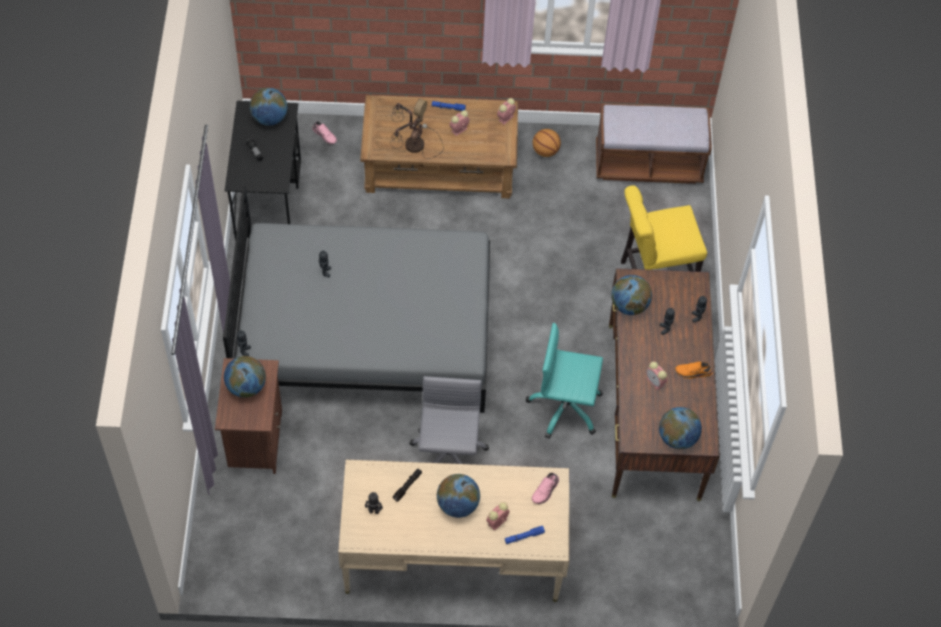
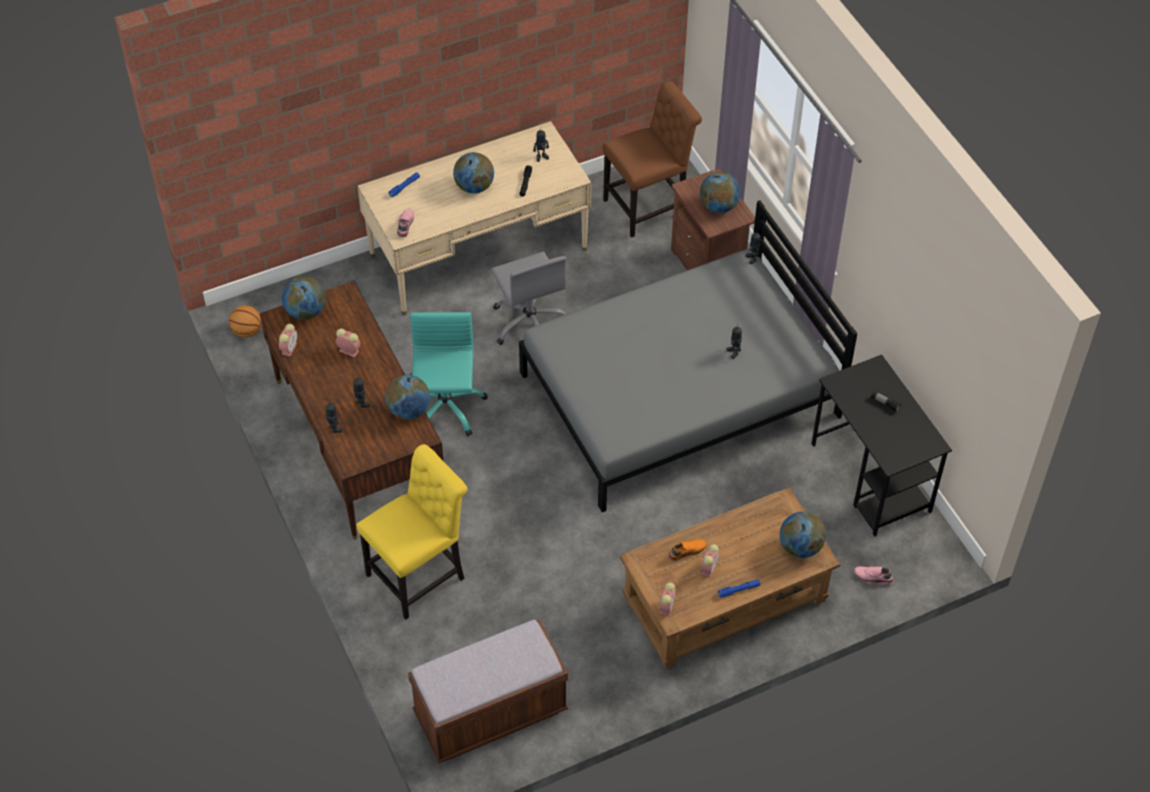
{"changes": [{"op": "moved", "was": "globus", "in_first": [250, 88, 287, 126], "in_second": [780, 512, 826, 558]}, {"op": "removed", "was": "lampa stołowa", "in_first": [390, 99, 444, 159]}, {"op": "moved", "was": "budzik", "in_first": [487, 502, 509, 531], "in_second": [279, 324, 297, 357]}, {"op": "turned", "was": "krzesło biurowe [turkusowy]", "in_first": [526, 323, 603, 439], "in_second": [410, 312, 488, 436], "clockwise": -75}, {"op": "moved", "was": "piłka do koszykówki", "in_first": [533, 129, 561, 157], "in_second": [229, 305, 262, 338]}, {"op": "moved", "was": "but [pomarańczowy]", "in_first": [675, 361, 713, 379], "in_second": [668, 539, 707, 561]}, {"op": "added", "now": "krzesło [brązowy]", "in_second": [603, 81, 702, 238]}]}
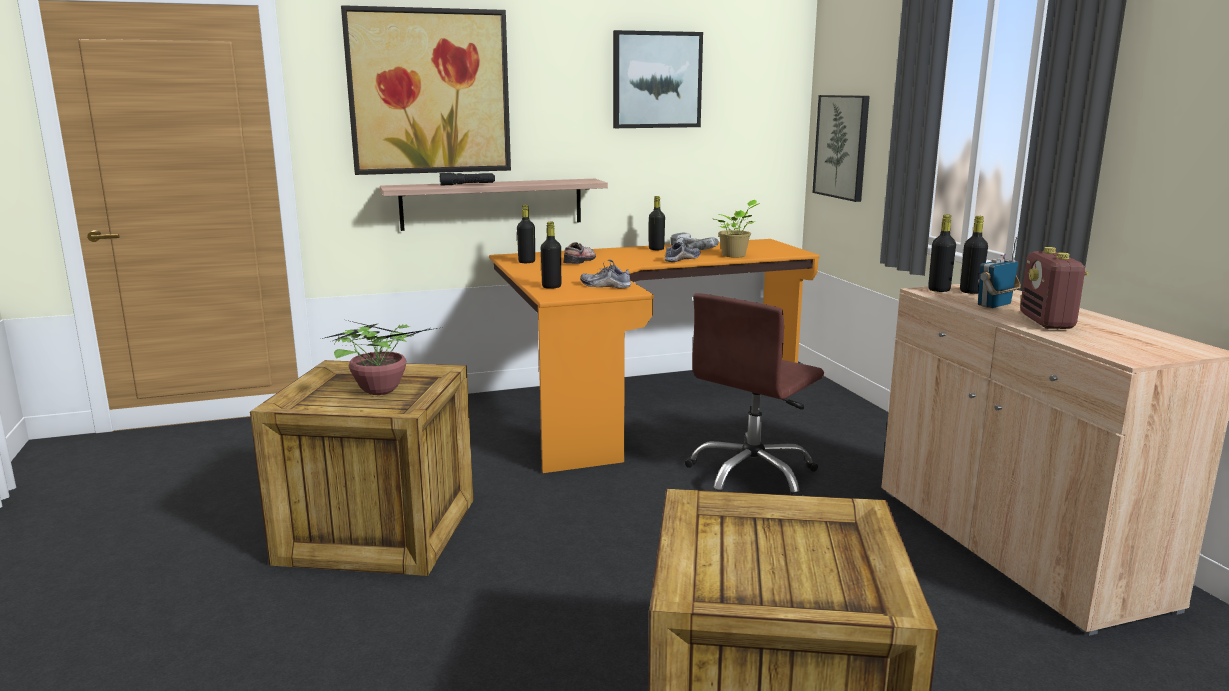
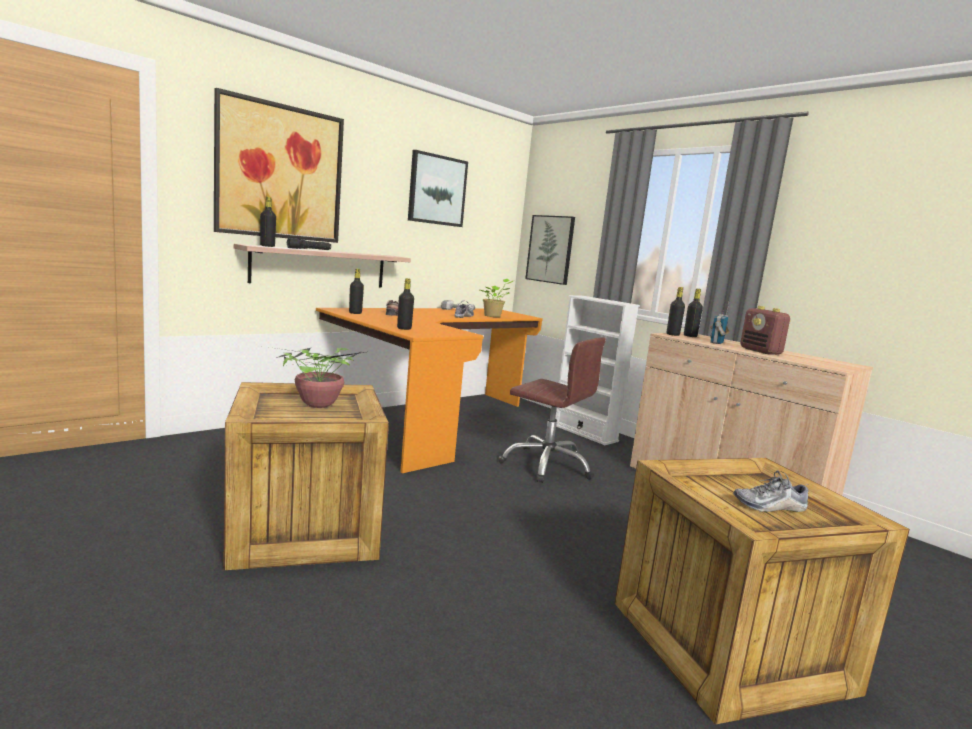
{"changes": [{"op": "moved", "was": "but", "in_first": [580, 259, 631, 288], "in_second": [733, 470, 808, 512]}, {"op": "moved", "was": "butelka [czarny]", "in_first": [649, 196, 665, 250], "in_second": [260, 197, 276, 247]}, {"op": "turned", "was": "krzesło biurowe [brązowy]", "in_first": [685, 293, 824, 496], "in_second": [498, 337, 606, 483], "clockwise": -75}, {"op": "added", "now": "regał [biały]", "in_second": [555, 295, 640, 445]}]}
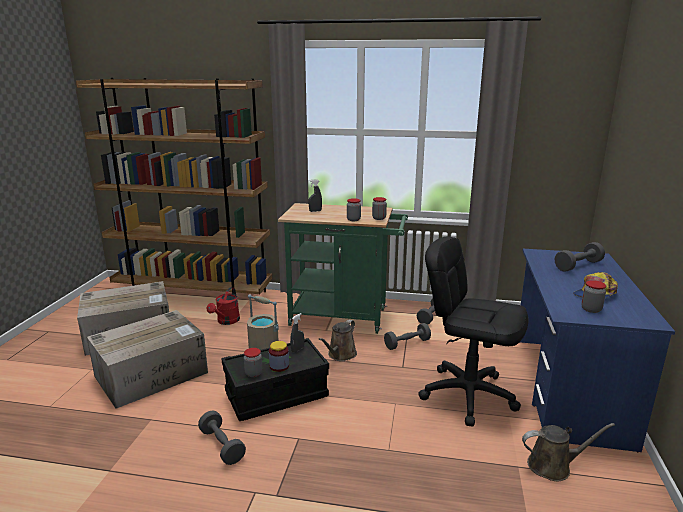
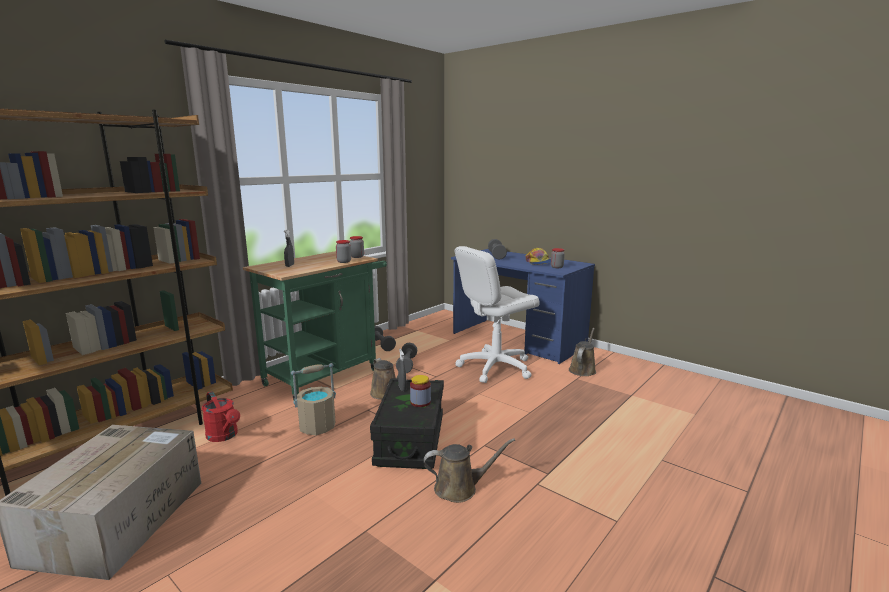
{"changes": [{"op": "removed", "was": "karton", "in_first": [87, 310, 208, 408]}, {"op": "replaced", "was": "hantel [szary]", "now": "konewka [brązowy]", "in_first": [198, 410, 246, 465], "in_second": [424, 438, 515, 503]}, {"op": "removed", "was": "słoik", "in_first": [244, 348, 262, 377]}, {"op": "recoloured", "was": "krzesło biurowe [czarny]", "now": "krzesło biurowe [biały]", "in_first": [418, 237, 529, 426], "in_second": [455, 246, 540, 383]}]}
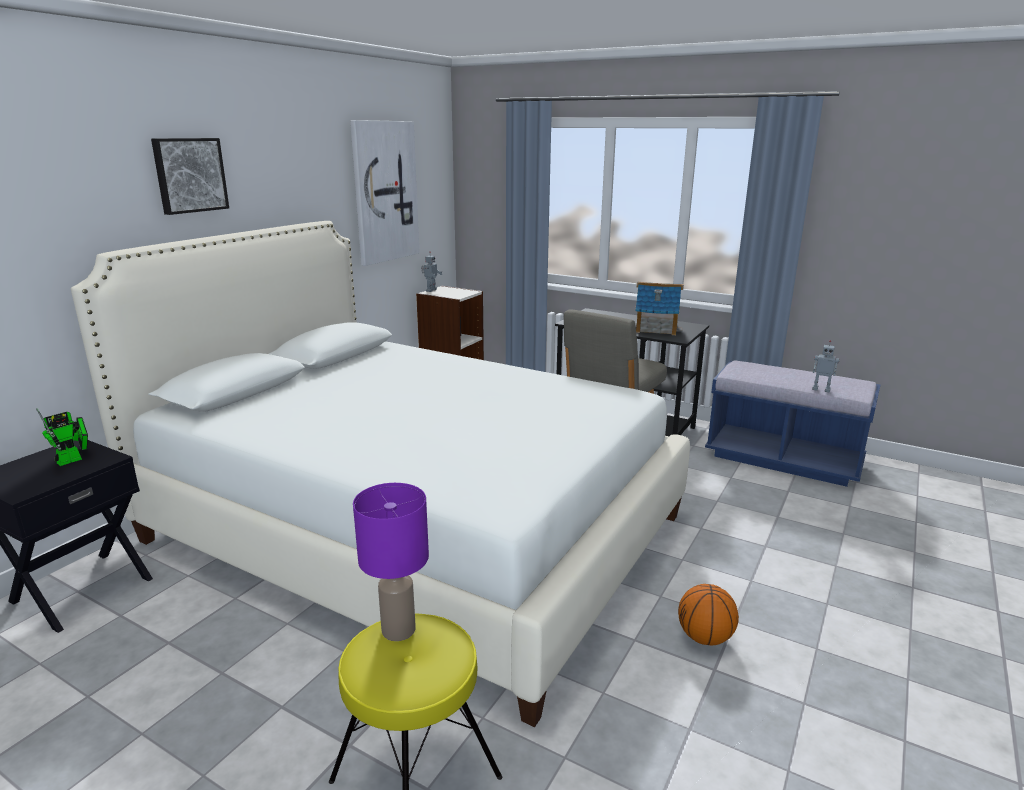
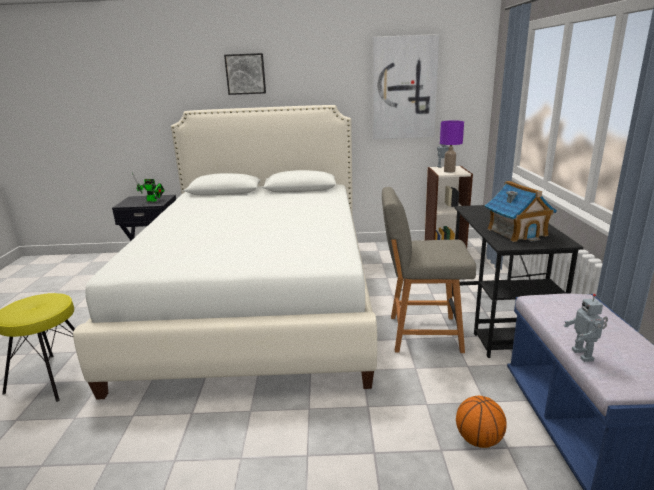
{"changes": [{"op": "moved", "was": "lampa stołowa [fioletowy]", "in_first": [353, 483, 429, 641], "in_second": [440, 120, 464, 173]}, {"op": "moved", "was": "piłka do koszykówki", "in_first": [678, 584, 739, 646], "in_second": [456, 396, 507, 448]}]}
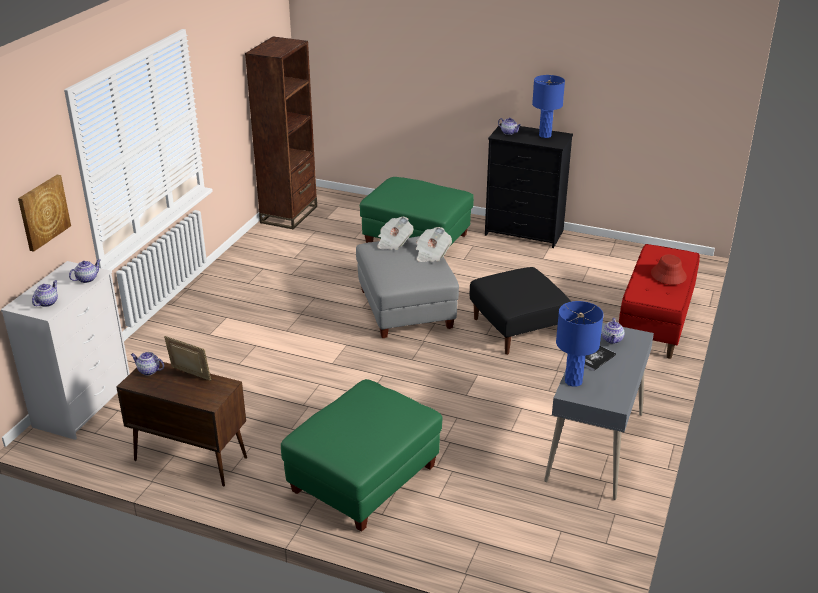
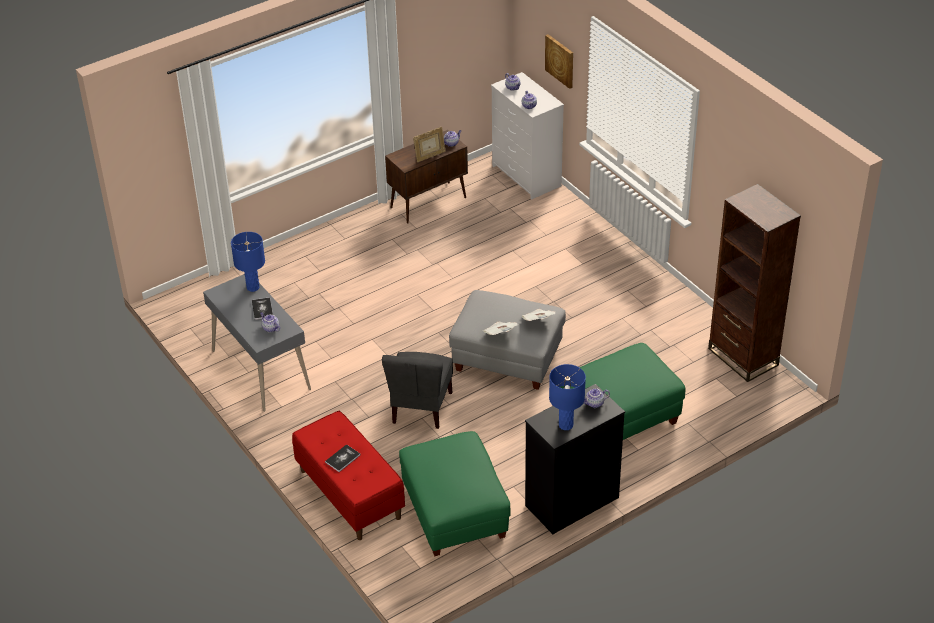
{"changes": [{"op": "moved", "was": "pufa [zielony]", "in_first": [281, 379, 443, 532], "in_second": [399, 431, 511, 556]}, {"op": "replaced", "was": "pufa [czarny]", "now": "krzesło [szary]", "in_first": [470, 267, 571, 355], "in_second": [382, 352, 453, 429]}, {"op": "replaced", "was": "kapelusz [czerwony]", "now": "książka", "in_first": [651, 254, 687, 285], "in_second": [325, 444, 360, 472]}]}
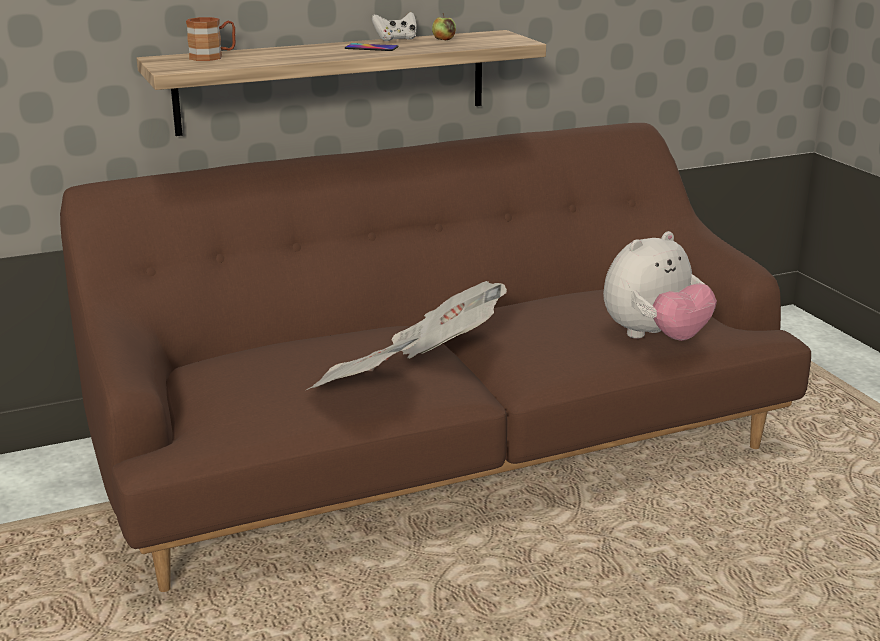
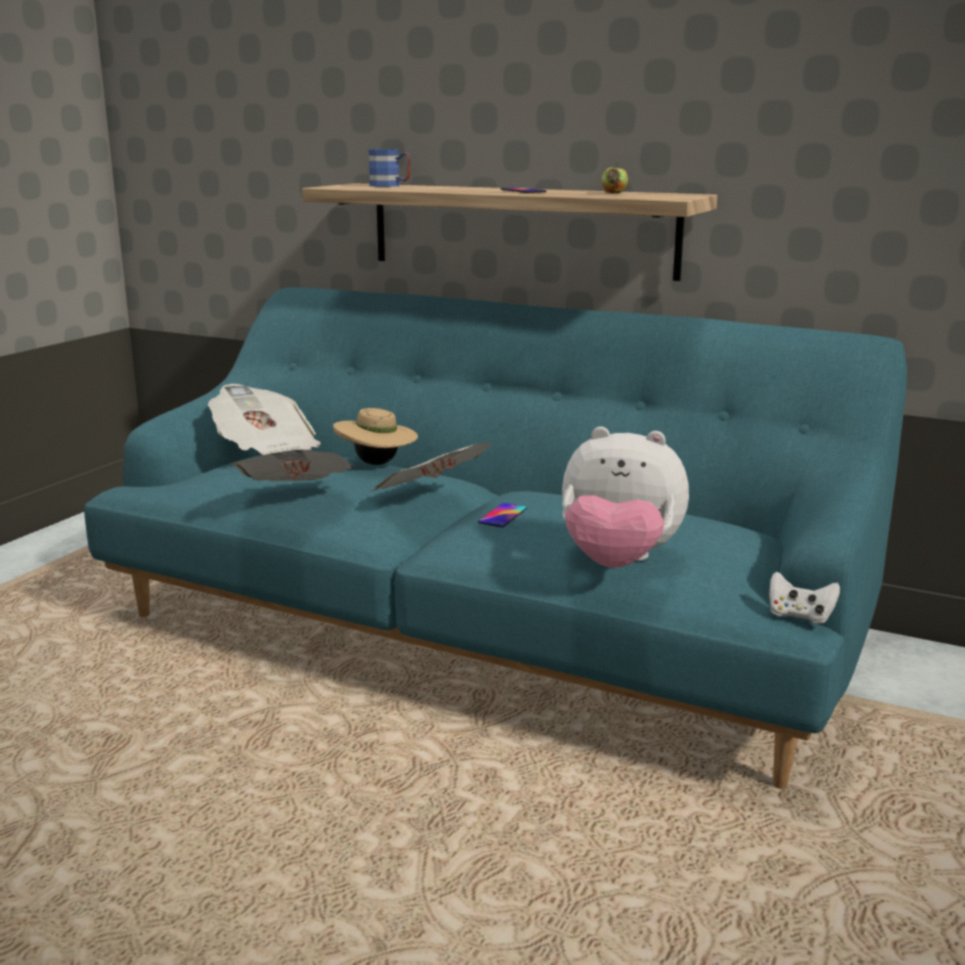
{"changes": [{"op": "recoloured", "was": "kanapa [brązowy]", "now": "kanapa [turkusowy]", "in_first": [60, 123, 811, 592], "in_second": [84, 287, 907, 789]}, {"op": "recoloured", "was": "kubek [brązowy]", "now": "kubek [niebieski]", "in_first": [186, 17, 235, 61], "in_second": [368, 149, 411, 187]}, {"op": "moved", "was": "pad do gier [biały]", "in_first": [372, 12, 417, 41], "in_second": [769, 571, 840, 624]}, {"op": "added", "now": "gazeta", "in_second": [208, 384, 321, 455]}, {"op": "added", "now": "kapelusz [beżowy]", "in_second": [333, 408, 418, 465]}, {"op": "added", "now": "telefon", "in_second": [478, 503, 527, 527]}]}
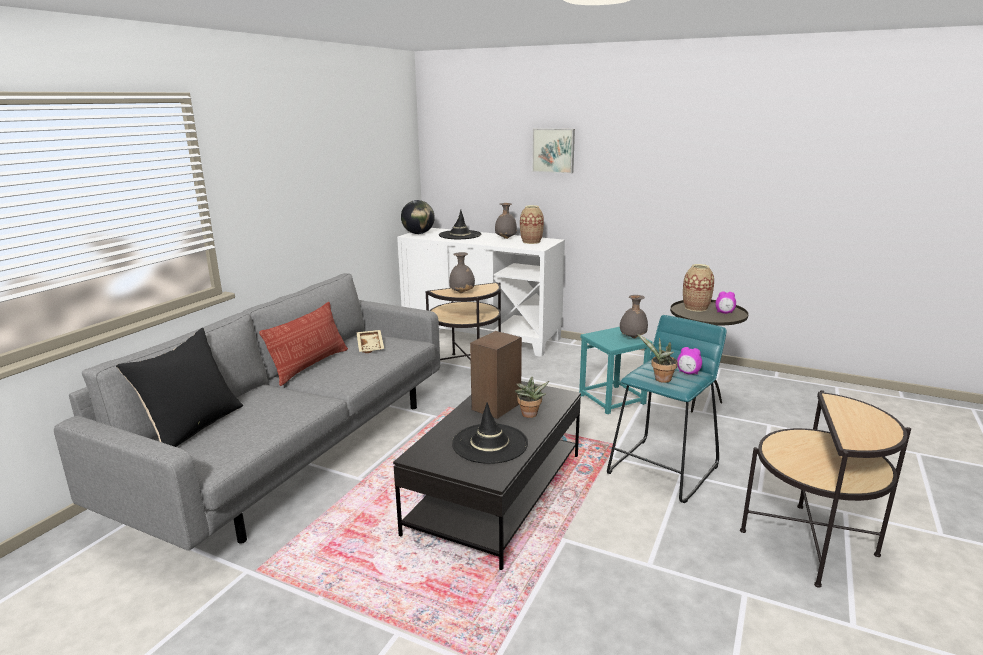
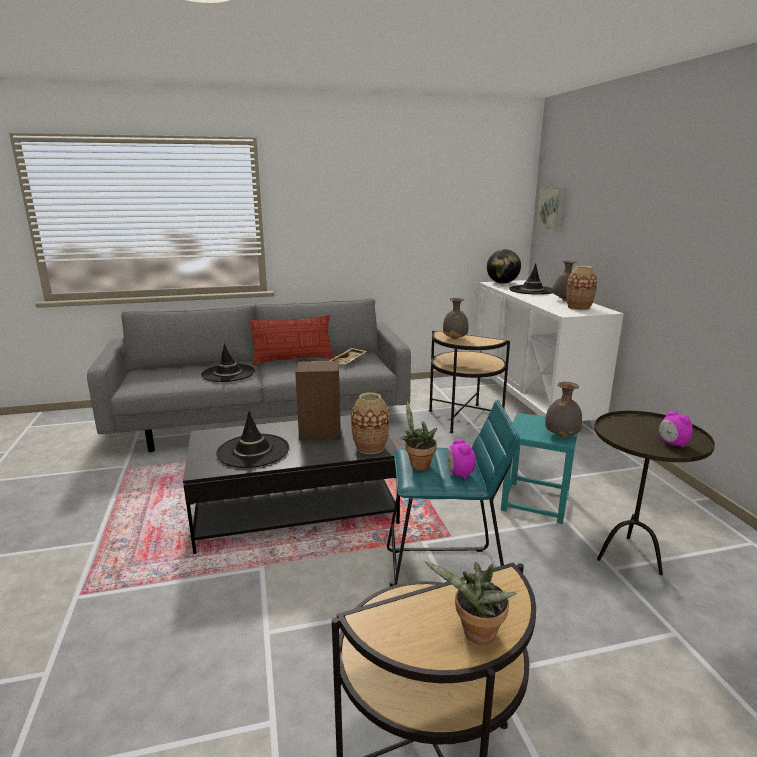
{"changes": [{"op": "removed", "was": "poduszka [czarny]", "in_first": [116, 328, 243, 447]}, {"op": "moved", "was": "roślina doniczkowa", "in_first": [515, 376, 549, 418], "in_second": [425, 561, 517, 645]}, {"op": "moved", "was": "obraz", "in_first": [532, 128, 575, 173], "in_second": [535, 187, 565, 232]}, {"op": "moved", "was": "wazon", "in_first": [683, 264, 714, 312], "in_second": [351, 392, 389, 454]}, {"op": "added", "now": "kapelusz [czarny]", "in_second": [201, 343, 255, 382]}]}
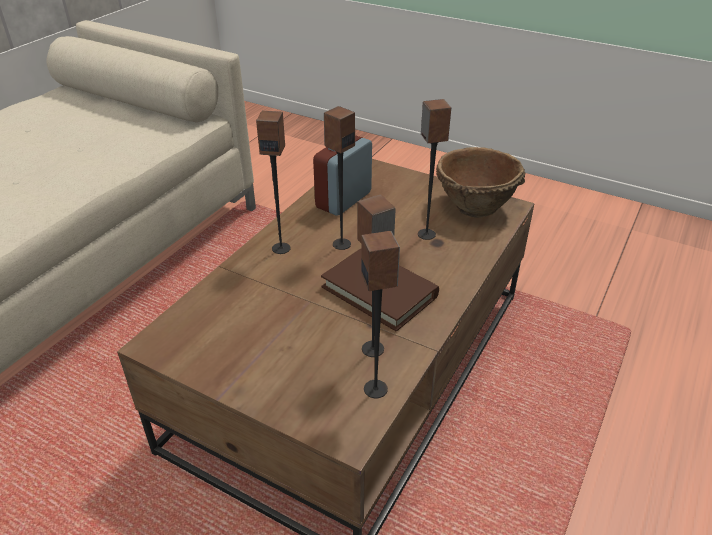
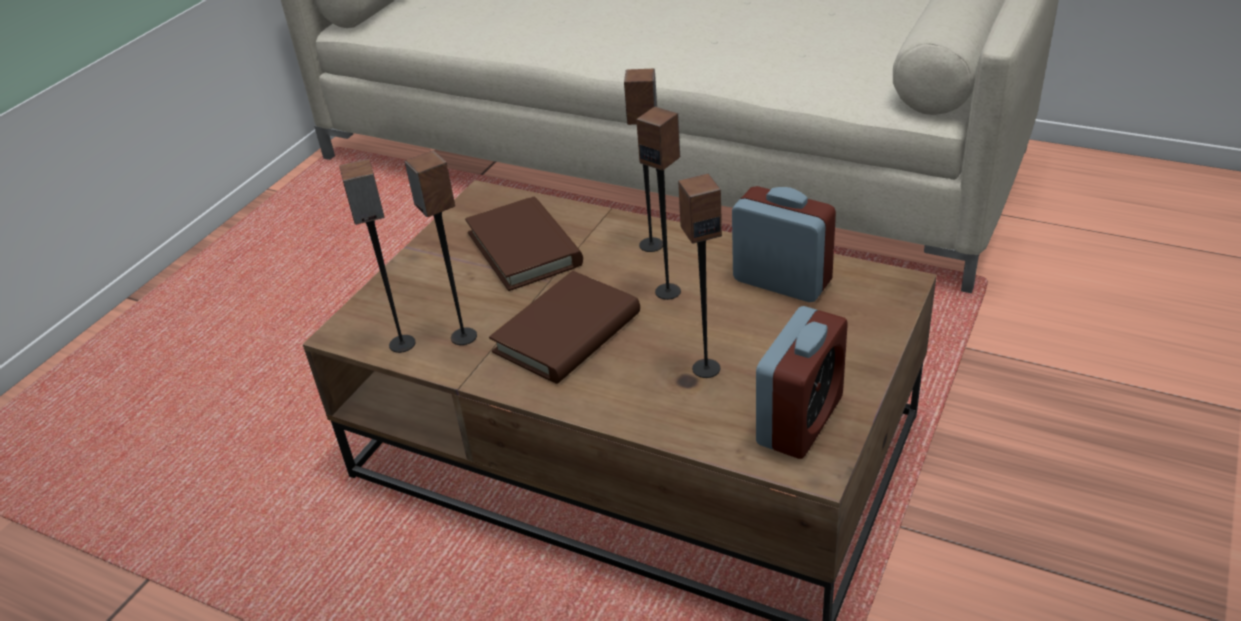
{"changes": [{"op": "replaced", "was": "miska [brązowy]", "now": "budzik", "in_first": [436, 147, 525, 218], "in_second": [756, 306, 848, 459]}, {"op": "added", "now": "książka [brązowy]", "in_second": [465, 197, 583, 291]}]}
